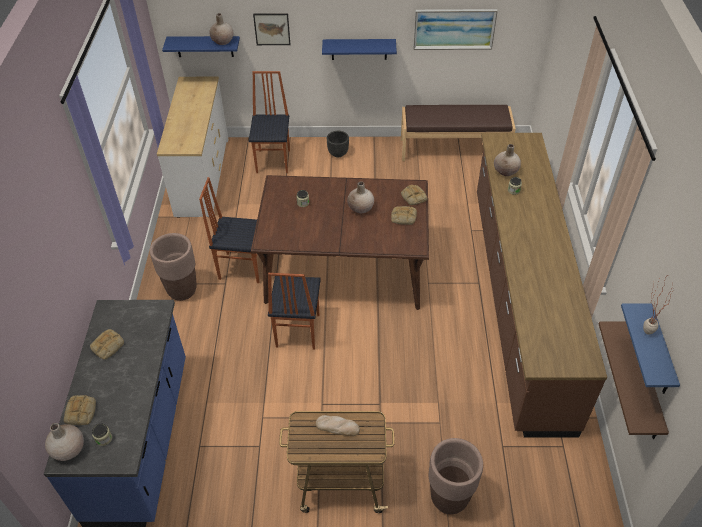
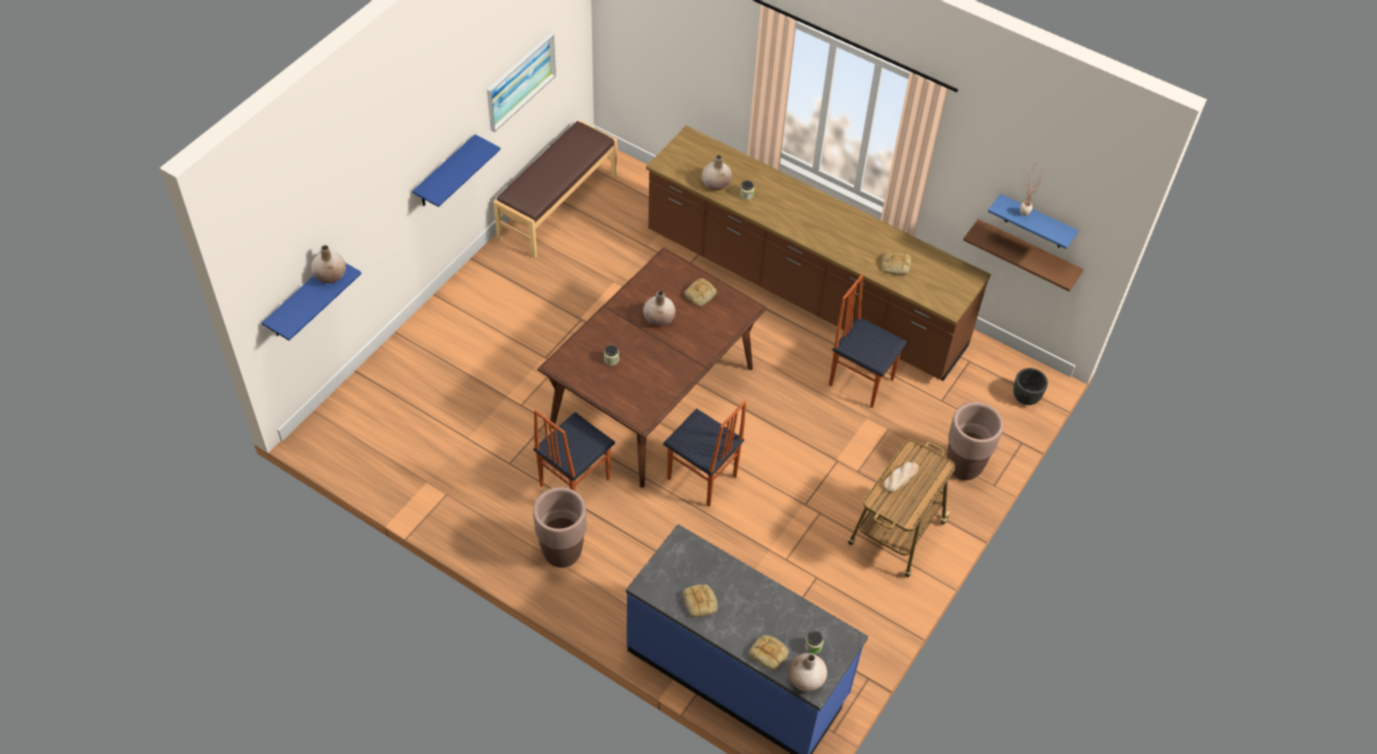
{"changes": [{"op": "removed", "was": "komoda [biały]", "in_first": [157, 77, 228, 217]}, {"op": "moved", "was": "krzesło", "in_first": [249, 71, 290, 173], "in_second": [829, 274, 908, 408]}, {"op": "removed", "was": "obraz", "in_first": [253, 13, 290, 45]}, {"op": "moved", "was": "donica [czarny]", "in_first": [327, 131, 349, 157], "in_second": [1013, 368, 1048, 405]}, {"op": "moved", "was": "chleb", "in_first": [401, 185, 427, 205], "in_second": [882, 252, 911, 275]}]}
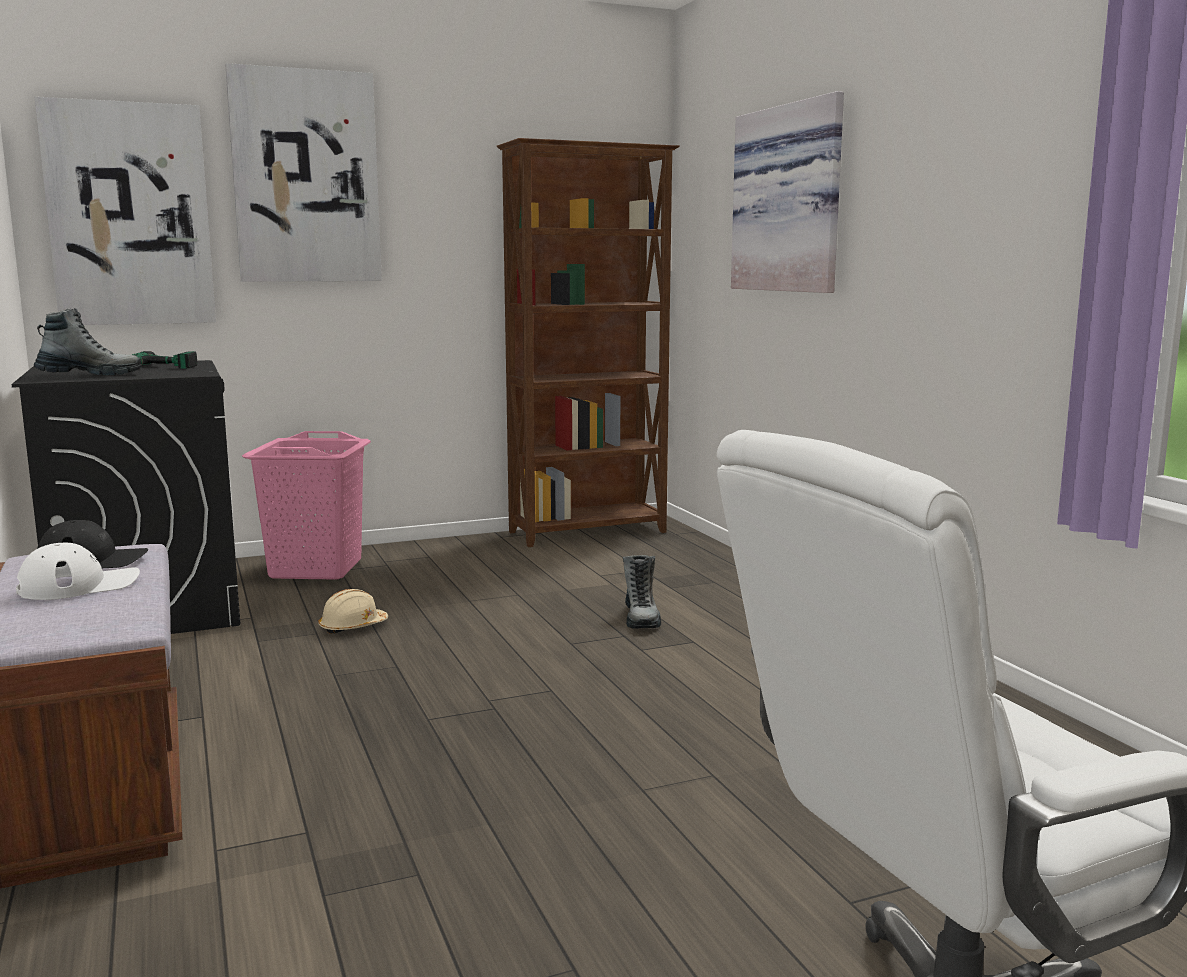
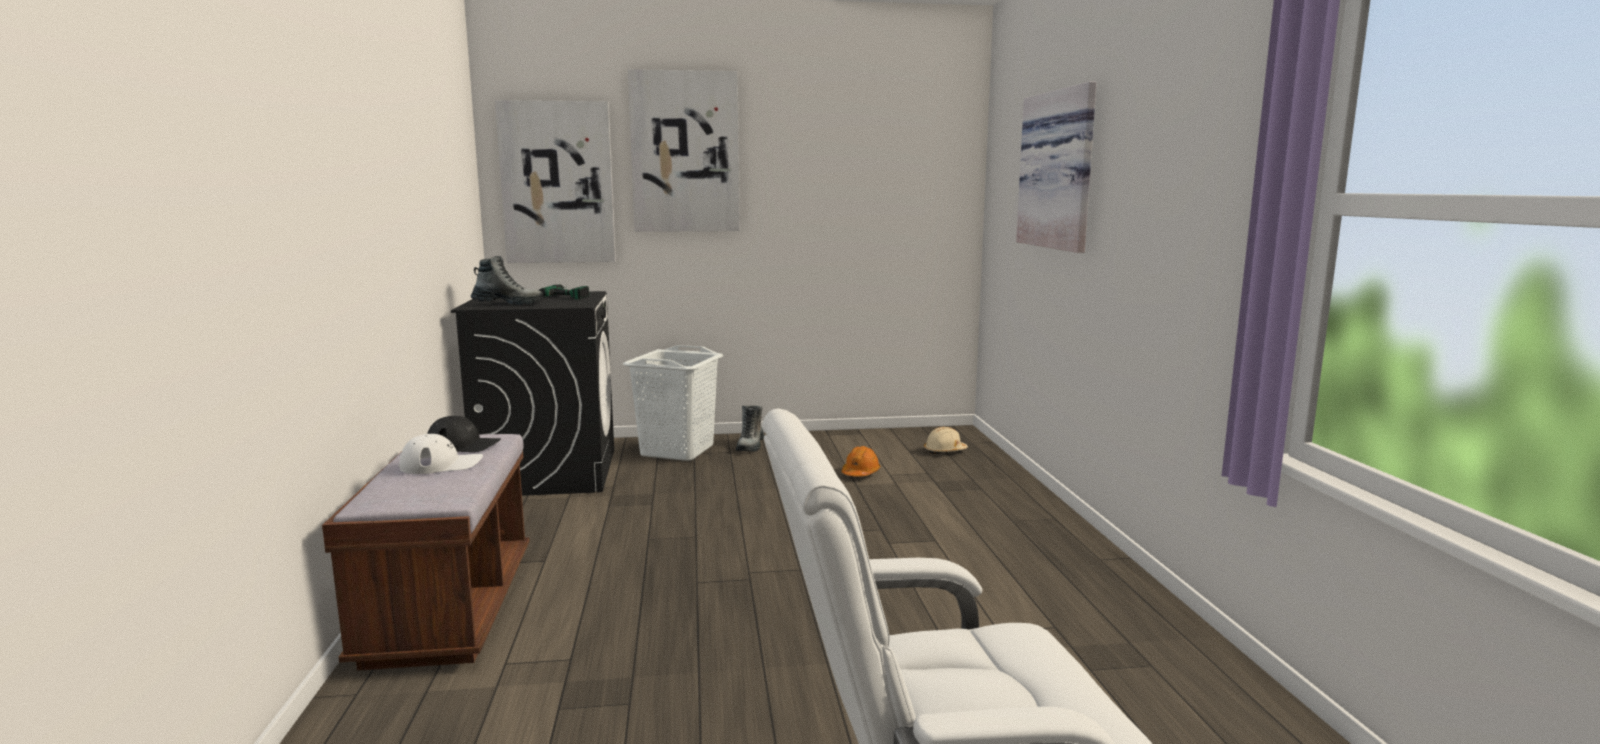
{"changes": [{"op": "recoloured", "was": "kosz na pranie [różowy]", "now": "kosz na pranie [biały]", "in_first": [242, 431, 371, 580], "in_second": [623, 345, 723, 461]}, {"op": "moved", "was": "kask [beżowy]", "in_first": [318, 589, 388, 634], "in_second": [924, 427, 968, 454]}, {"op": "removed", "was": "regał [brązowy]", "in_first": [497, 138, 680, 547]}, {"op": "moved", "was": "but z cholewką", "in_first": [623, 555, 661, 629], "in_second": [736, 405, 764, 452]}, {"op": "added", "now": "kask [pomarańczowy]", "in_second": [841, 446, 880, 477]}]}
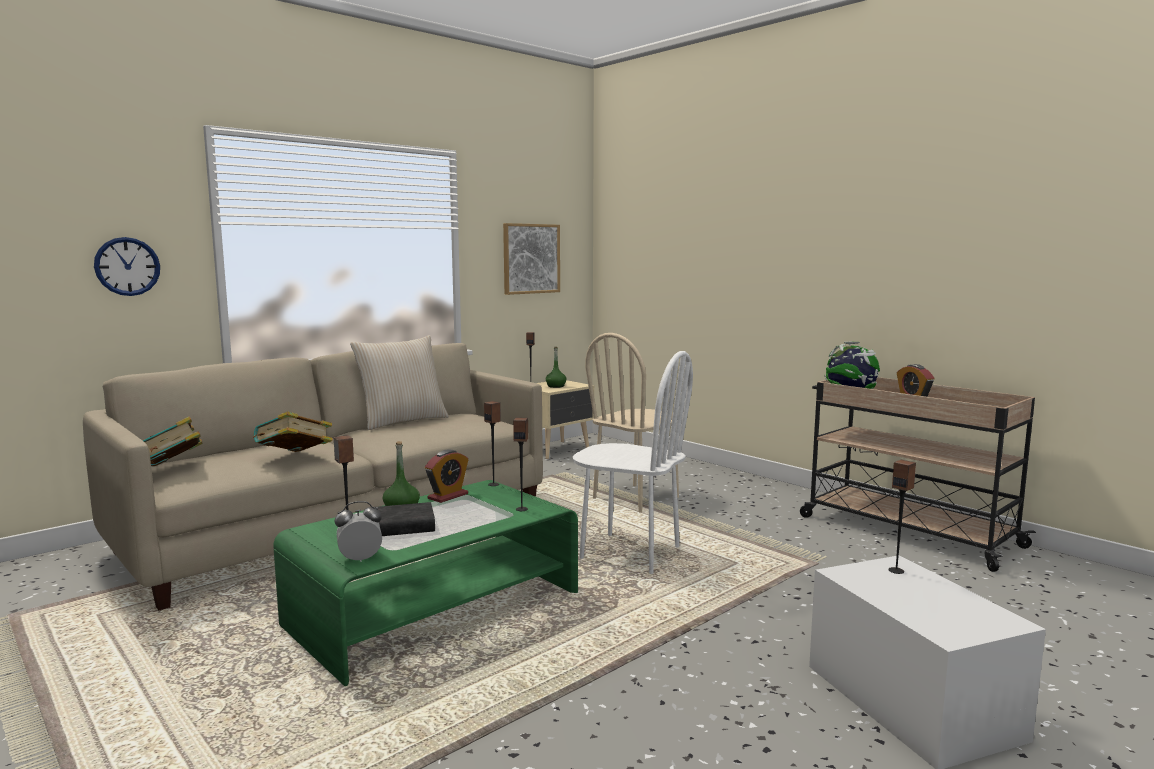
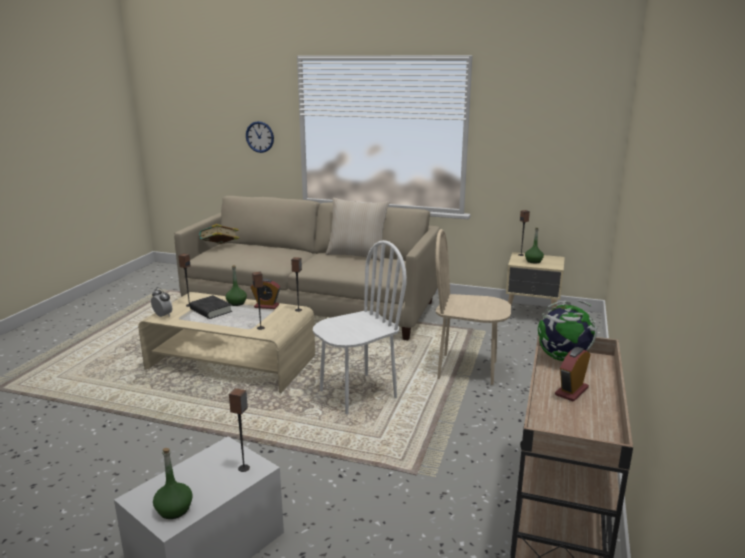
{"changes": [{"op": "removed", "was": "książka", "in_first": [253, 411, 333, 452]}, {"op": "recoloured", "was": "ława [zielony]", "now": "ława [beżowy]", "in_first": [273, 480, 578, 686], "in_second": [138, 292, 315, 393]}, {"op": "removed", "was": "obraz", "in_first": [503, 223, 560, 295]}, {"op": "turned", "was": "krzesło [biały]", "in_first": [573, 351, 693, 574], "in_second": [313, 240, 407, 414], "clockwise": -120}, {"op": "added", "now": "butelka [zielony]", "in_second": [153, 448, 193, 519]}]}
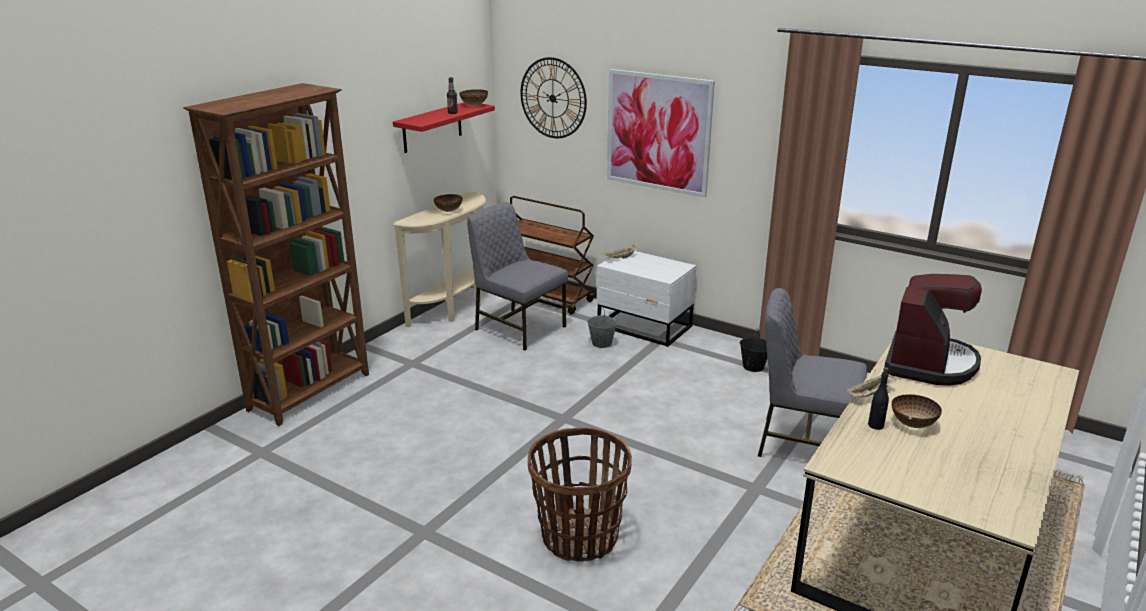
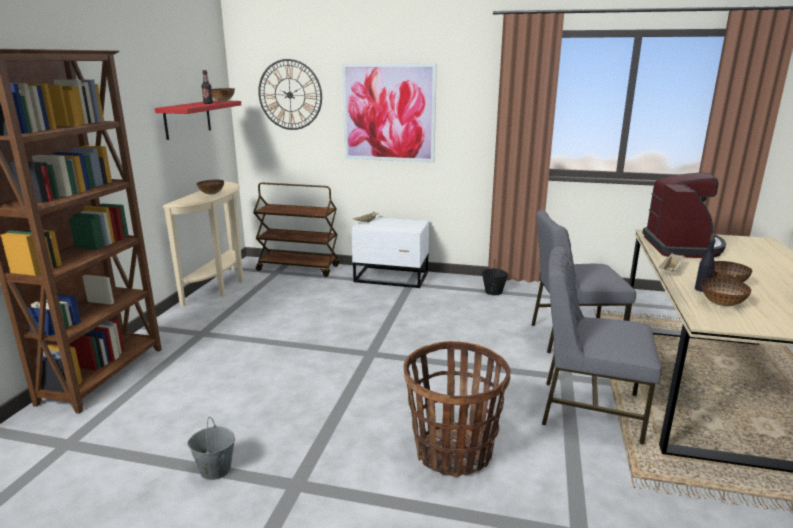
{"changes": [{"op": "moved", "was": "krzesło [szary]", "in_first": [467, 202, 568, 351], "in_second": [542, 247, 662, 445]}, {"op": "moved", "was": "wiadro [szary]", "in_first": [587, 306, 617, 348], "in_second": [187, 417, 235, 480]}, {"op": "added", "now": "miska", "in_second": [701, 278, 751, 306]}]}
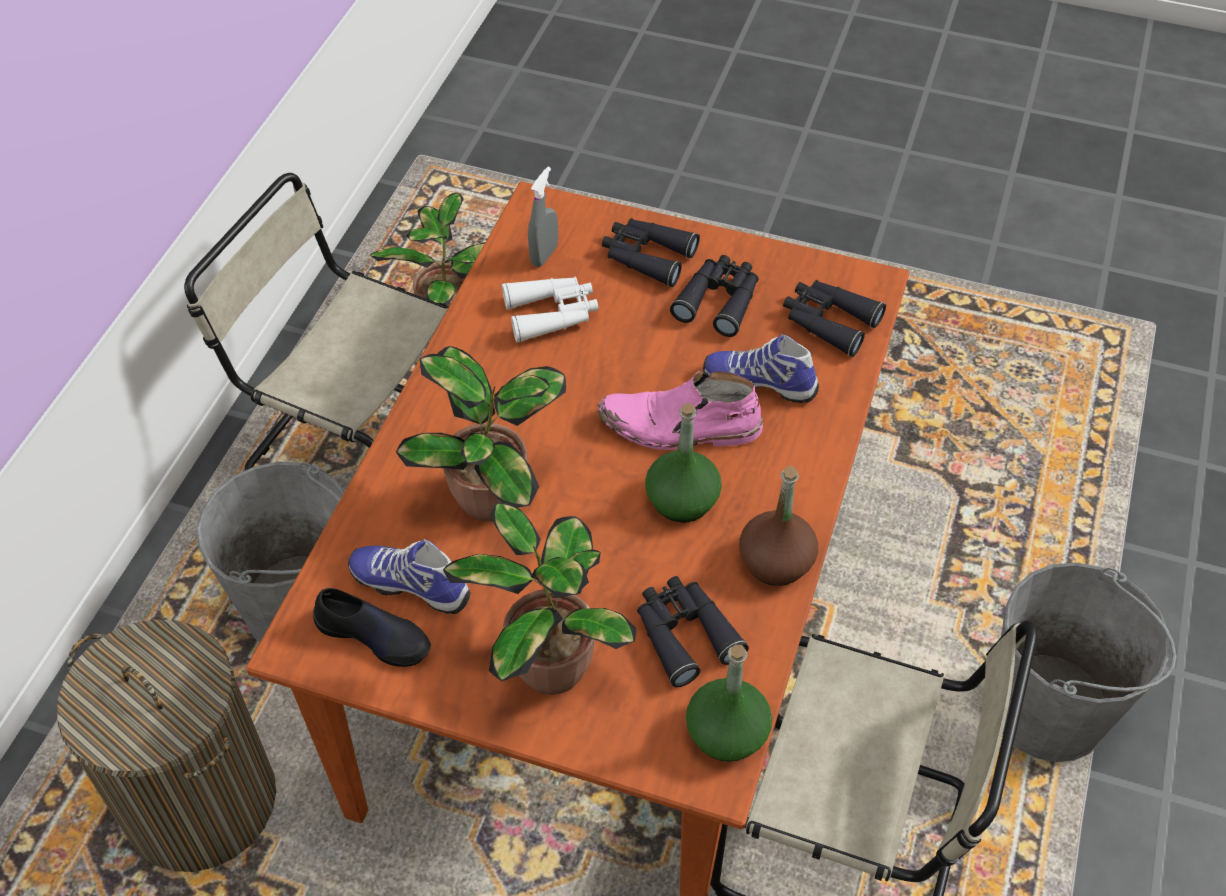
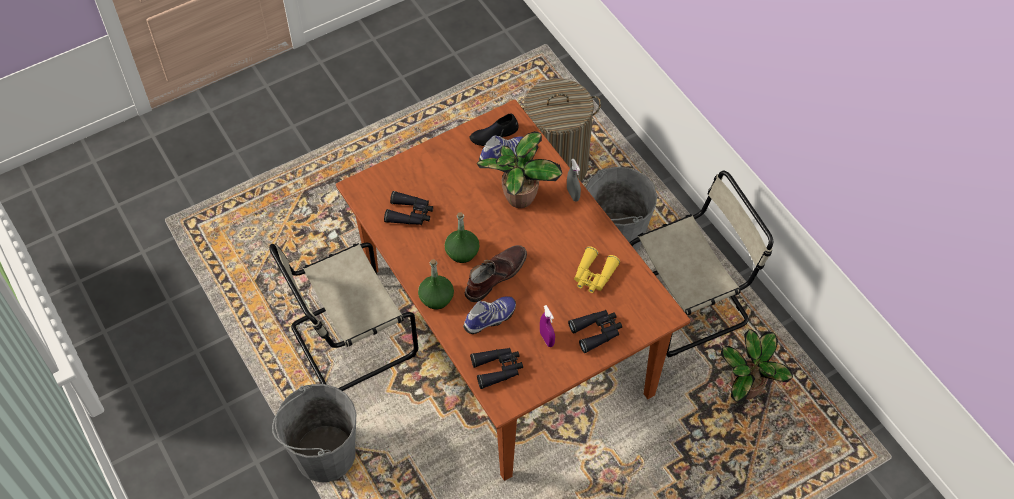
{"changes": [{"op": "removed", "was": "roślina doniczkowa", "in_first": [443, 502, 636, 695]}, {"op": "recoloured", "was": "lornetka [biały]", "now": "lornetka [żółty]", "in_first": [502, 277, 599, 342], "in_second": [574, 246, 620, 293]}, {"op": "moved", "was": "spryskiwacz [szary]", "in_first": [528, 167, 558, 267], "in_second": [567, 159, 581, 201]}, {"op": "recoloured", "was": "but z cholewką [różowy]", "now": "but z cholewką [brązowy]", "in_first": [598, 370, 763, 450], "in_second": [465, 245, 527, 302]}, {"op": "replaced", "was": "lornetka [czarny]", "now": "spryskiwacz [fioletowy]", "in_first": [670, 255, 758, 337], "in_second": [540, 305, 555, 347]}, {"op": "moved", "was": "butelka [zielony]", "in_first": [686, 645, 772, 762], "in_second": [418, 259, 454, 309]}, {"op": "removed", "was": "butelka [brązowy]", "in_first": [739, 466, 818, 586]}]}
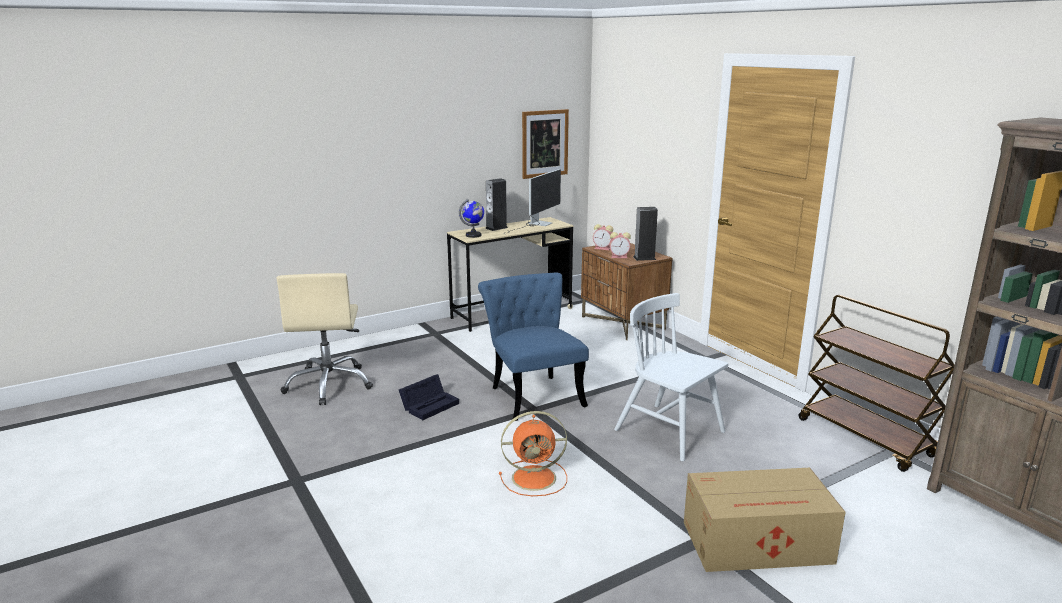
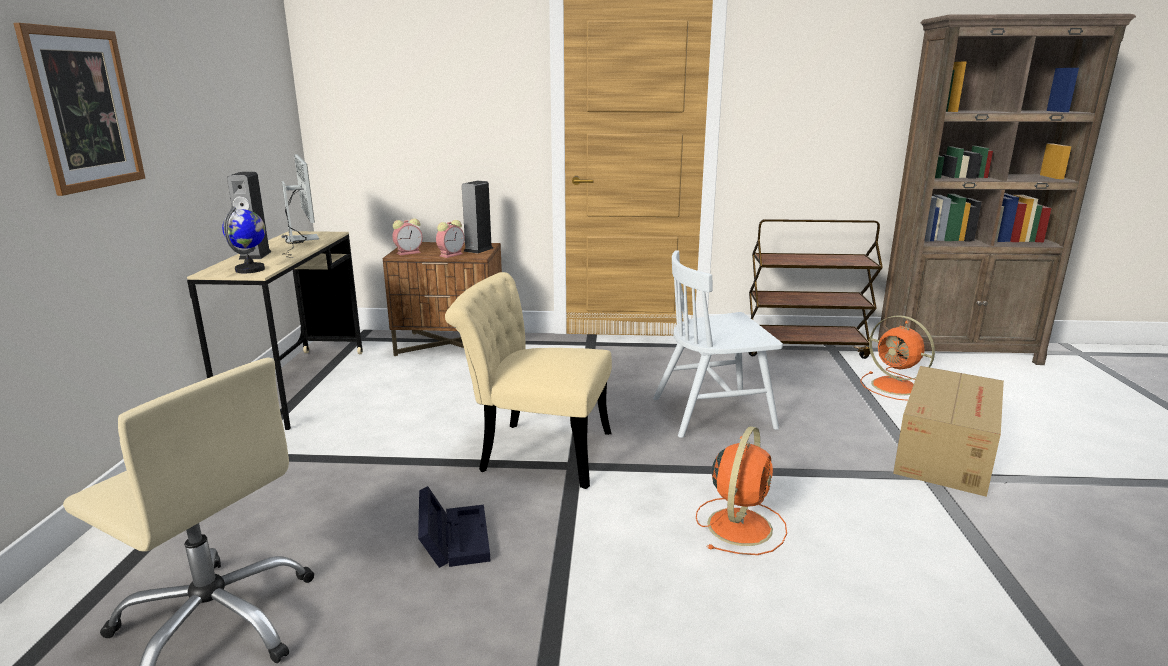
{"changes": [{"op": "recoloured", "was": "krzesło [niebieski]", "now": "krzesło [beżowy]", "in_first": [478, 273, 589, 421], "in_second": [445, 272, 612, 489]}, {"op": "moved", "was": "obraz", "in_first": [522, 109, 569, 179], "in_second": [14, 23, 145, 196]}, {"op": "added", "now": "wentylator [pomarańczowy]", "in_second": [860, 315, 935, 401]}]}
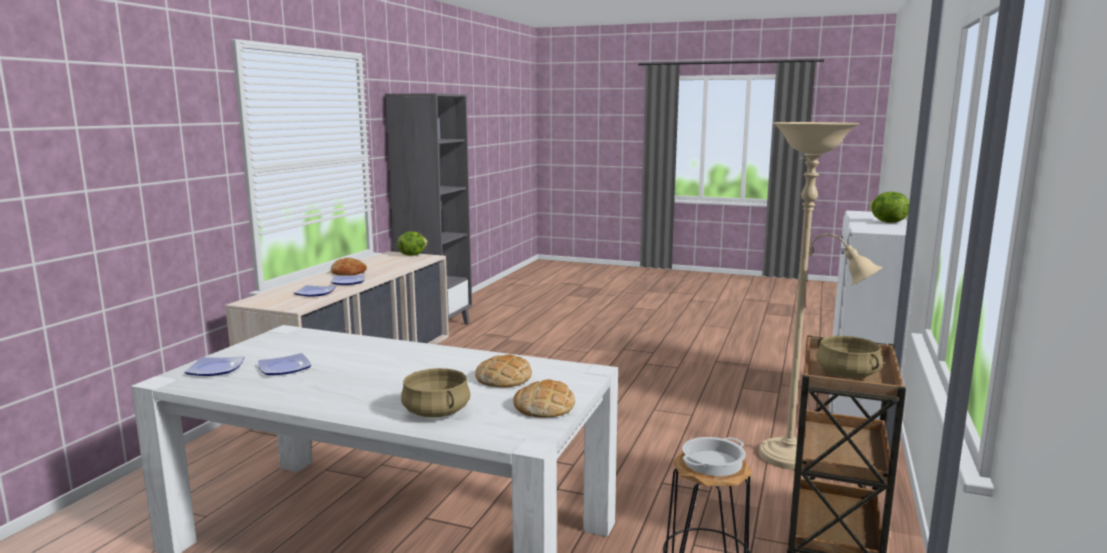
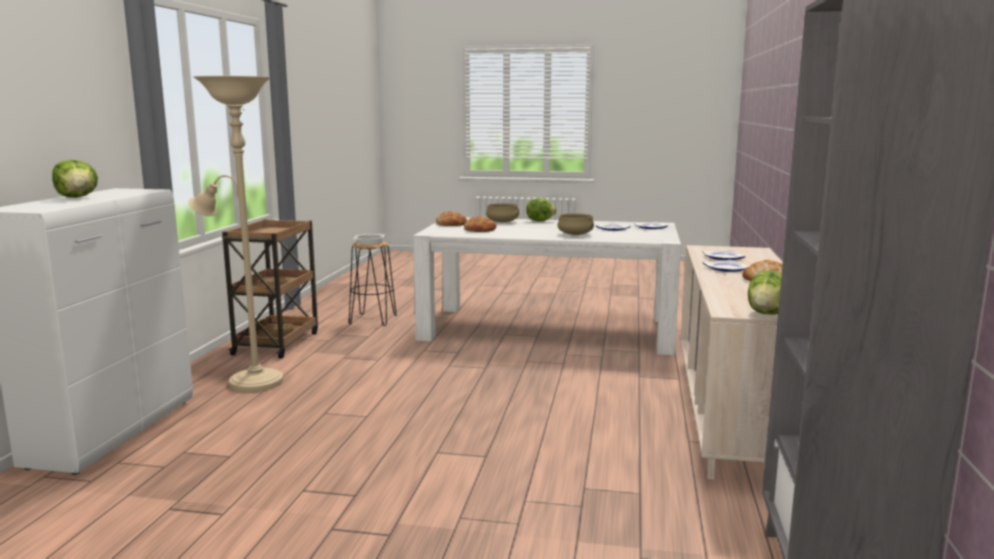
{"changes": [{"op": "moved", "was": "garnek [beżowy]", "in_first": [816, 336, 882, 378], "in_second": [557, 213, 594, 235]}, {"op": "added", "now": "sałata", "in_second": [526, 198, 557, 221]}]}
